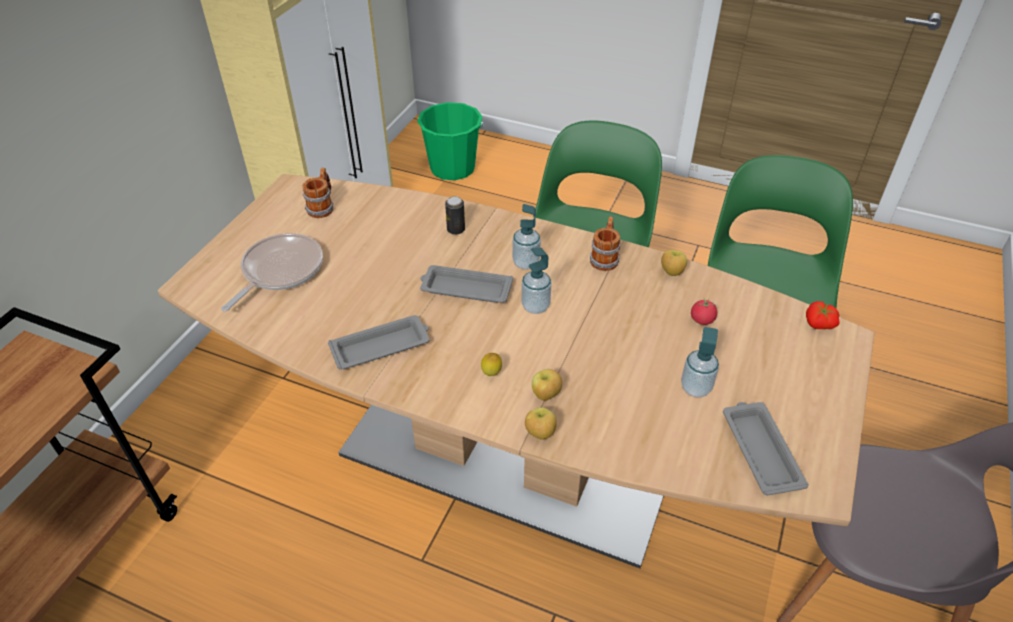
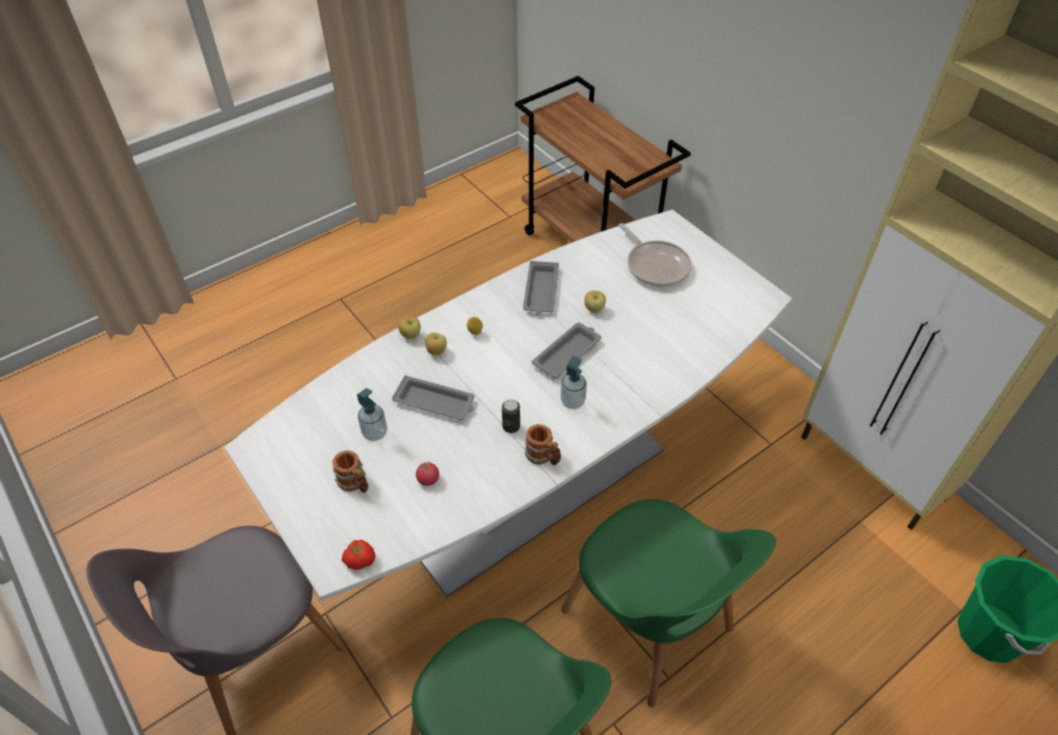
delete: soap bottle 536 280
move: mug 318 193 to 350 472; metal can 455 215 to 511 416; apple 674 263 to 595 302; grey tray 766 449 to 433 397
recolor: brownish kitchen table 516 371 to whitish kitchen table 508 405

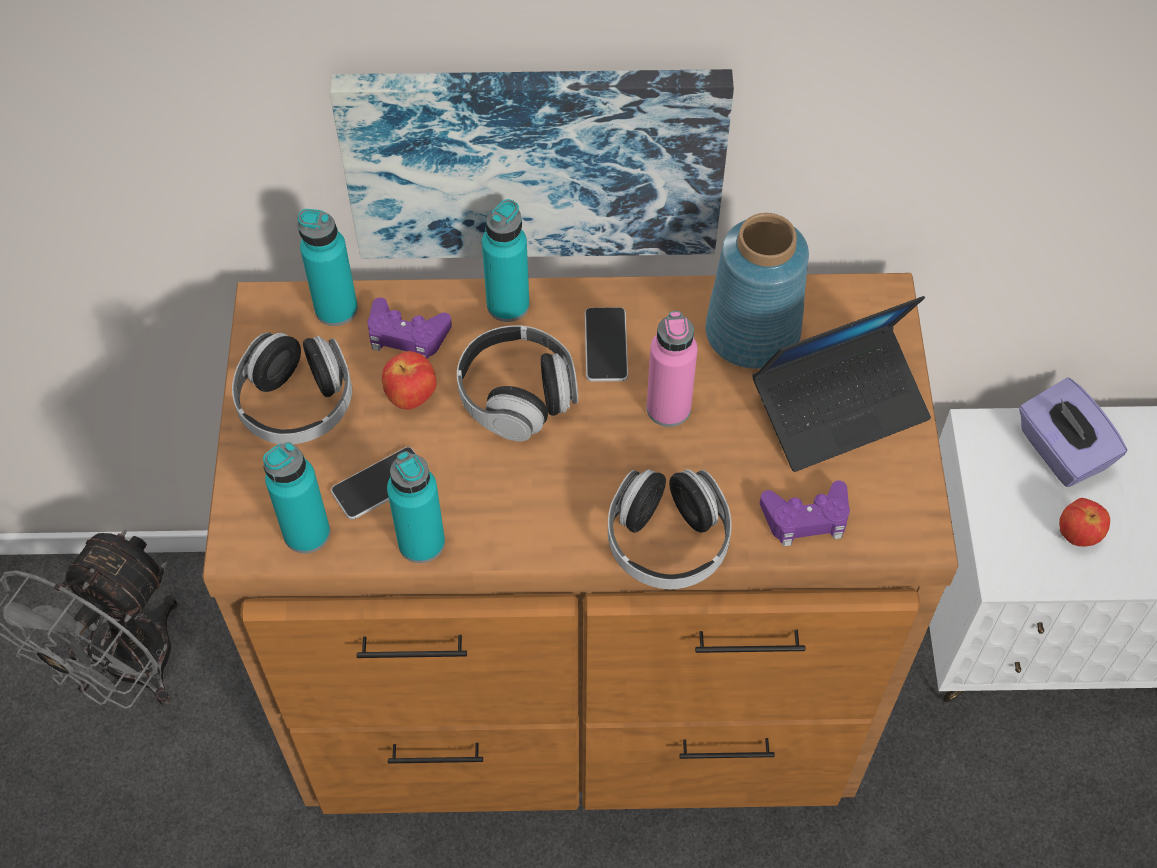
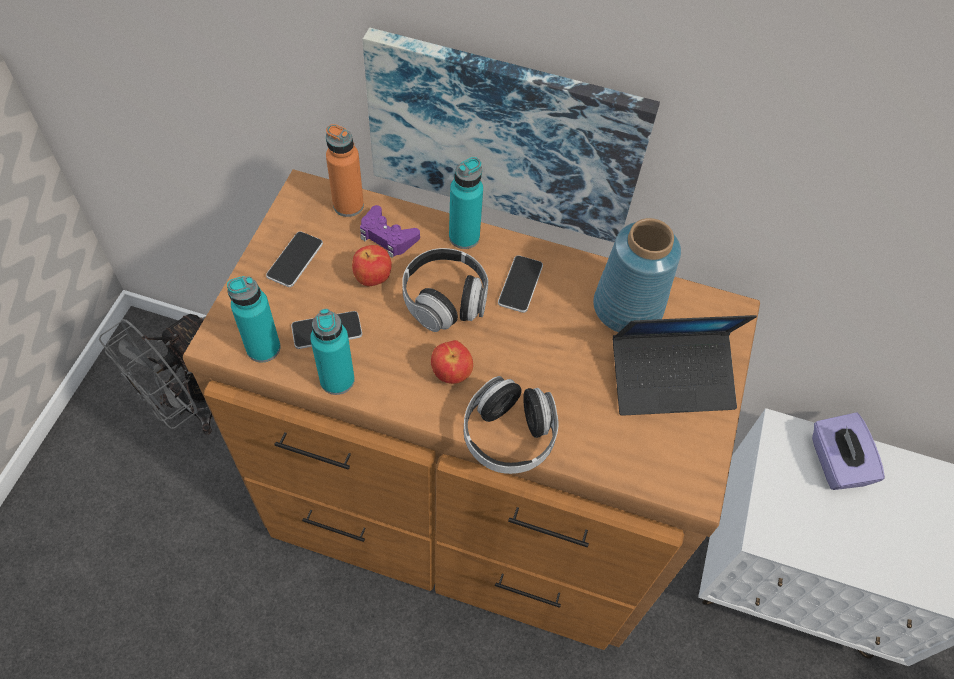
delete: pink beverage bottle 672 369; purple gamepad 805 513
move: apple 1084 522 to 452 362
replace: headphones 292 388 to handset 294 259
recolor: blue-green beverage bottle 328 267 to orangey beverage bottle 345 170

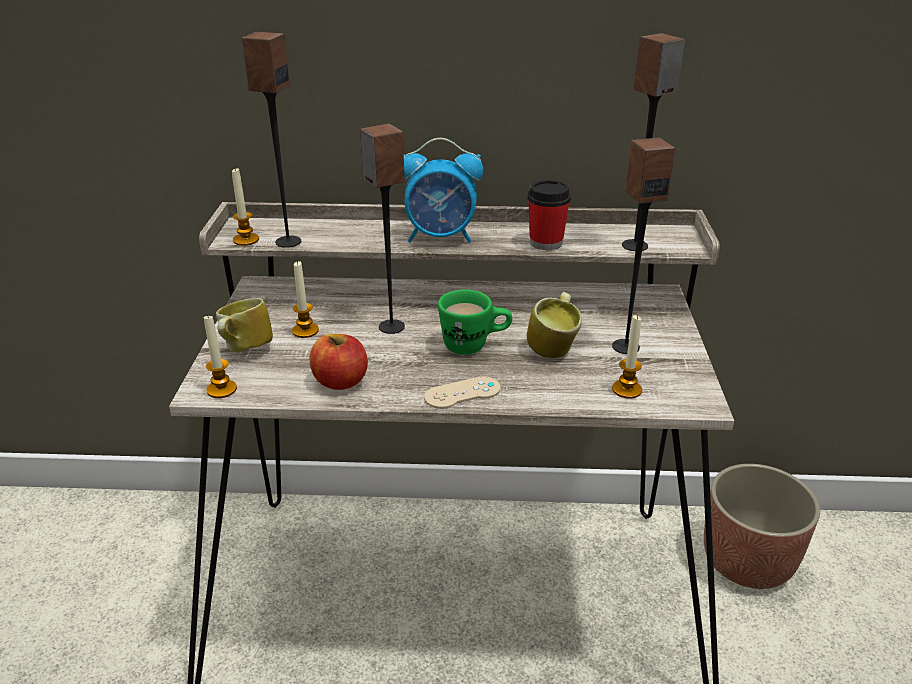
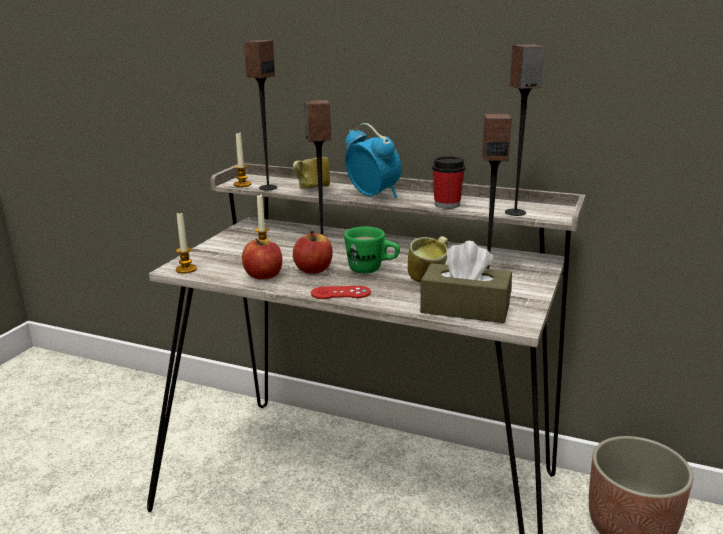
insert: apple 313 252
move: mug 244 325 to 311 173
replace: candle 627 356 to brownish tissue box 466 282
recolor: sand-coloured gamepad 462 393 to red gamepad 341 292
rotate: alarm clock 443 190 = 373 160 150 degrees counterclockwise

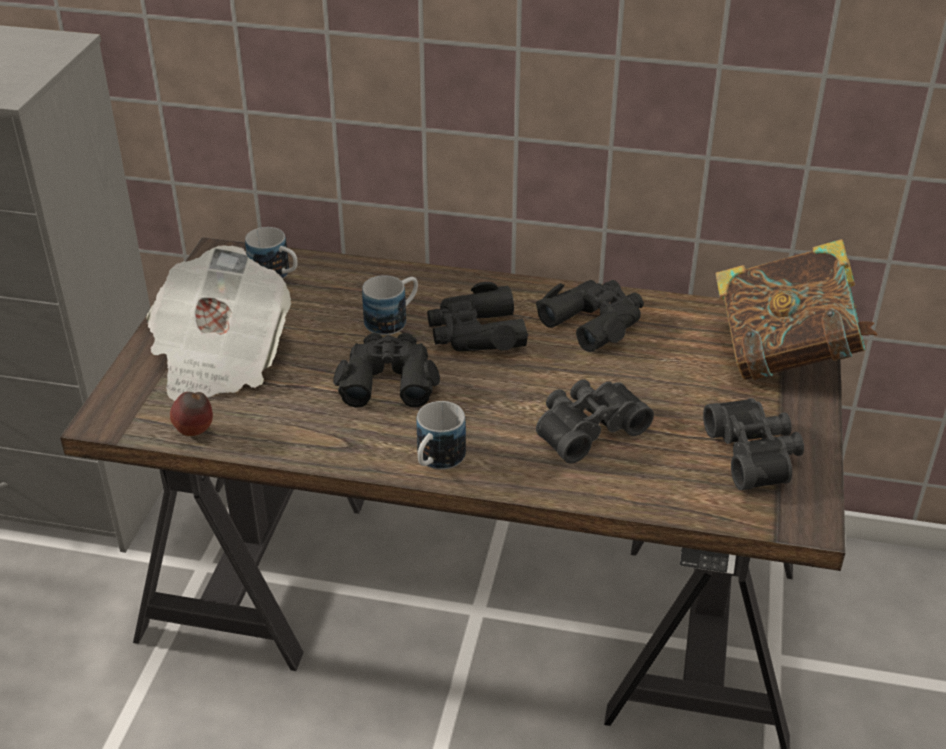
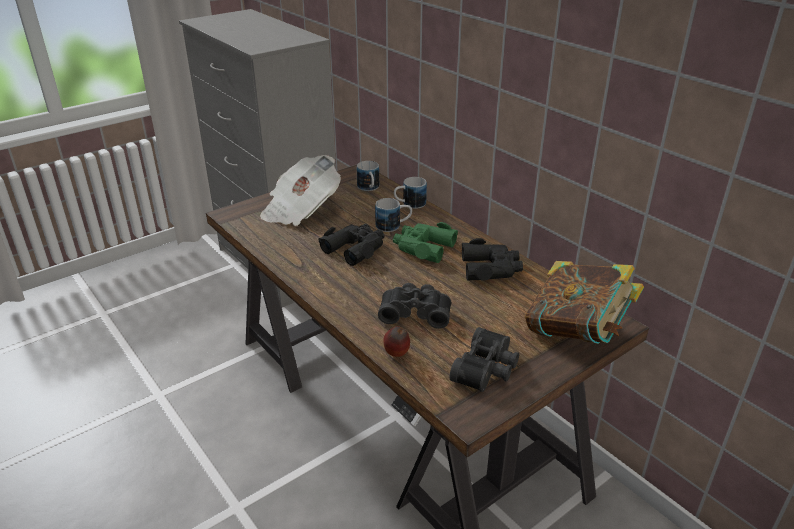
move: apple 191 414 to 396 341; mug 441 435 to 410 193
recolor: blackish binoculars 477 316 to green binoculars 425 242

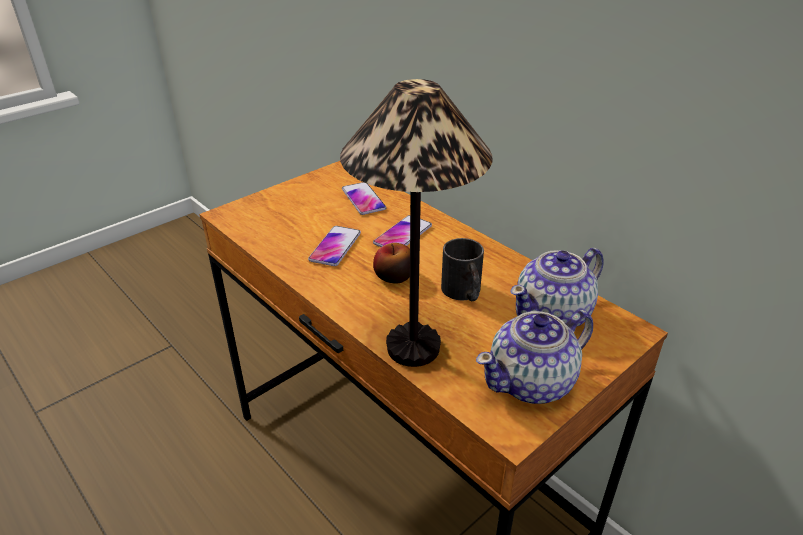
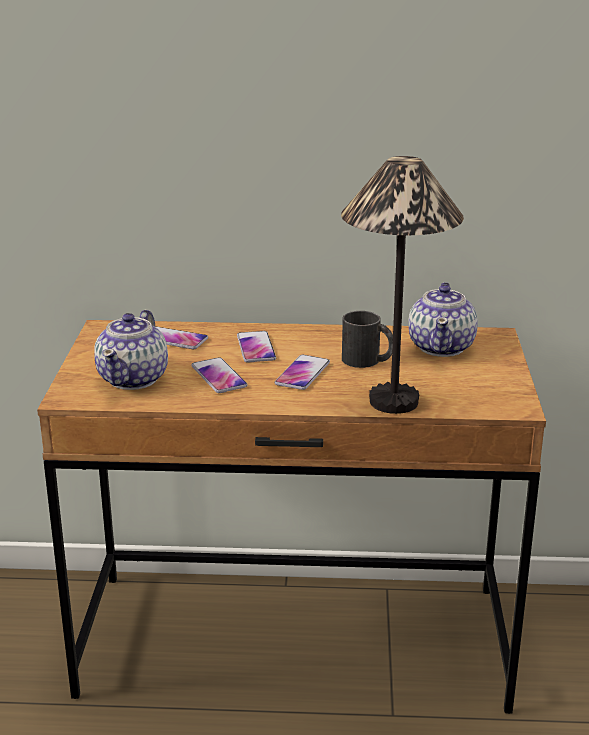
move: tea pot 534 357 to 131 350
replace: apple 391 263 to handset 302 372

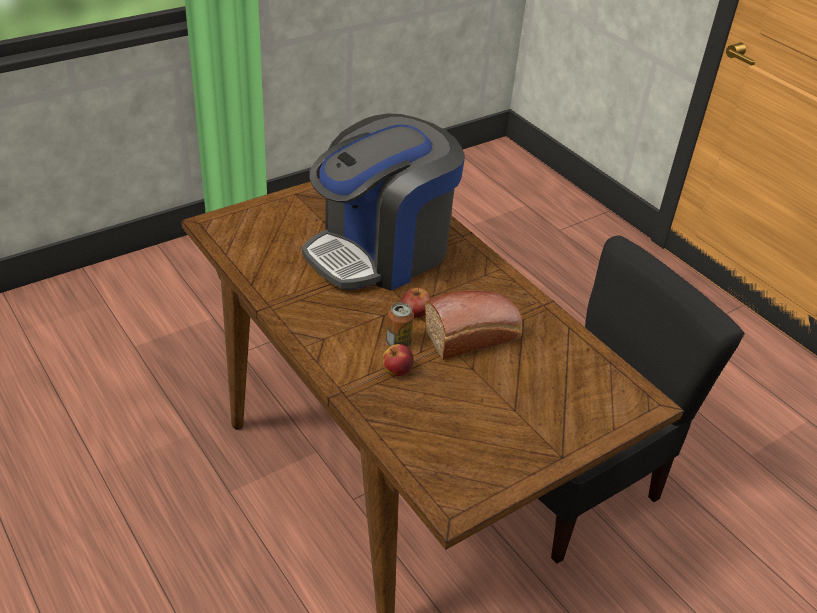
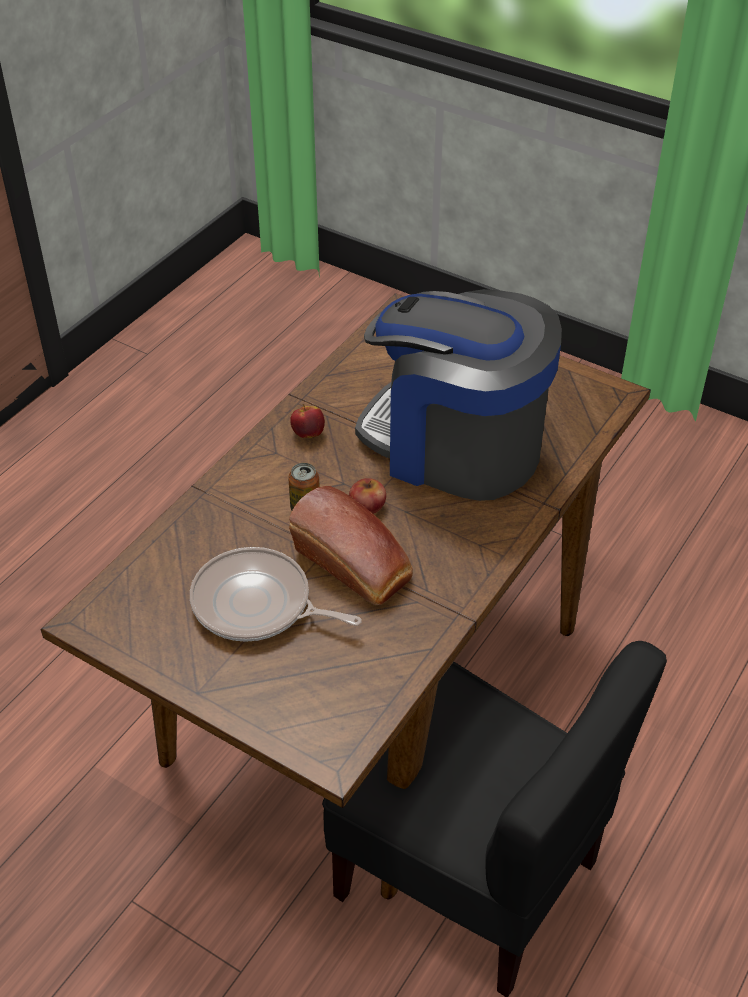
insert: pan 276 594
move: apple 398 360 to 307 421

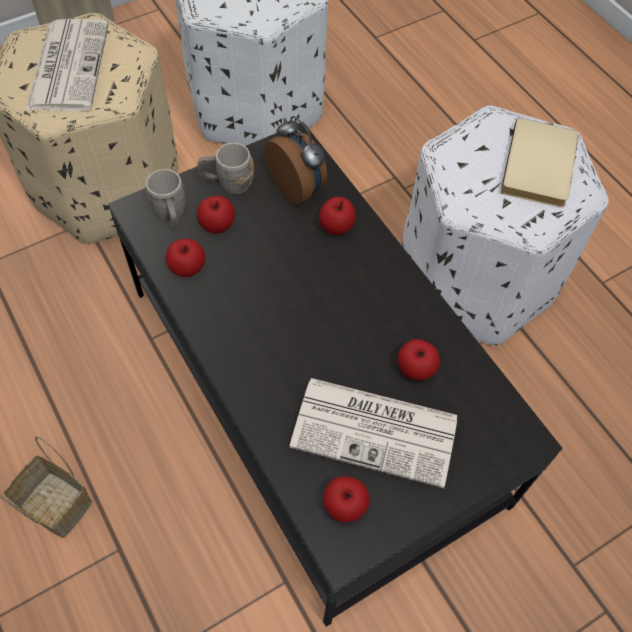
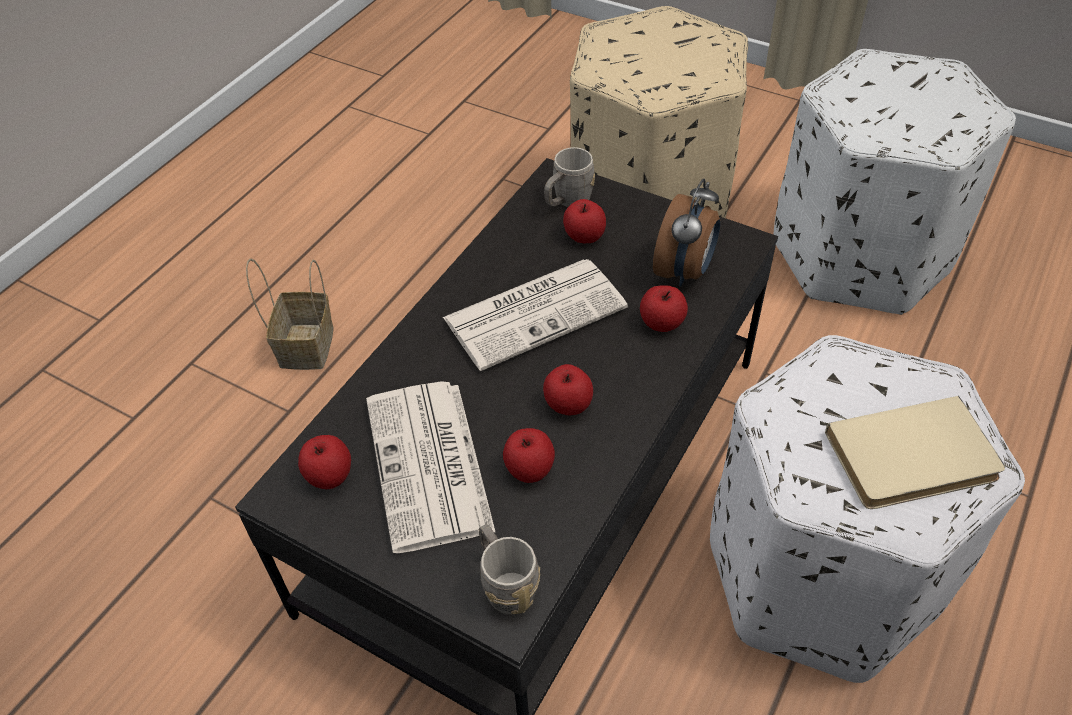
move: daily paper 67 65 to 535 315; grey mug 226 169 to 509 569; apple 185 258 to 568 389

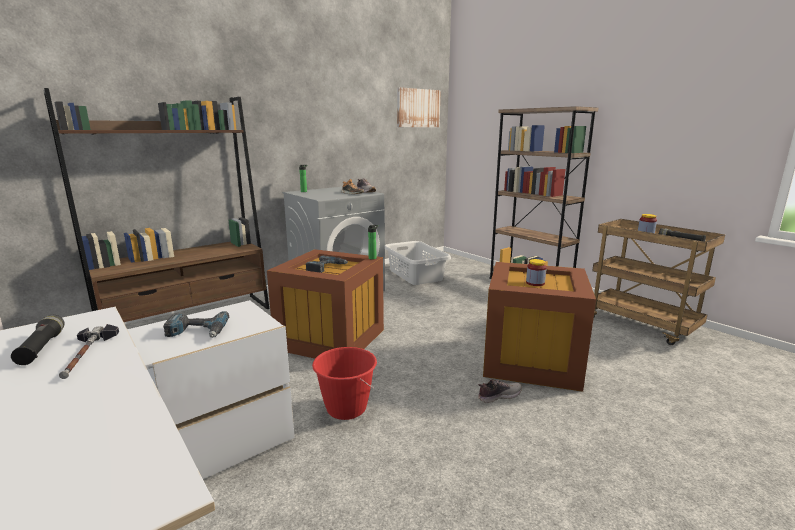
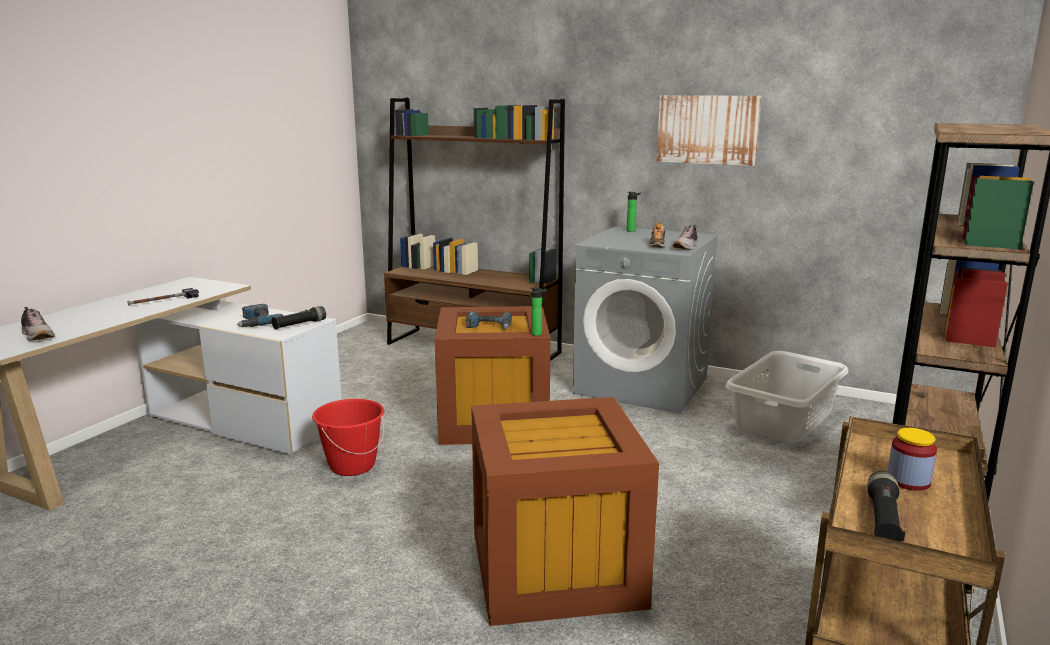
delete: storage jar 536 272
move: wall art 419 107 to 709 130; blackish flashlight 38 340 to 299 317; low shoe 500 391 to 38 324

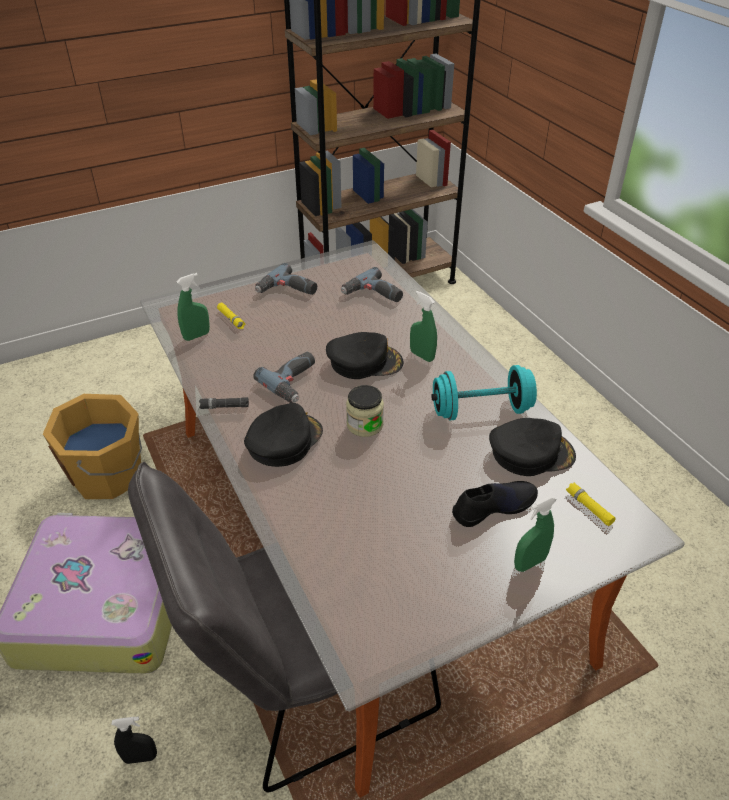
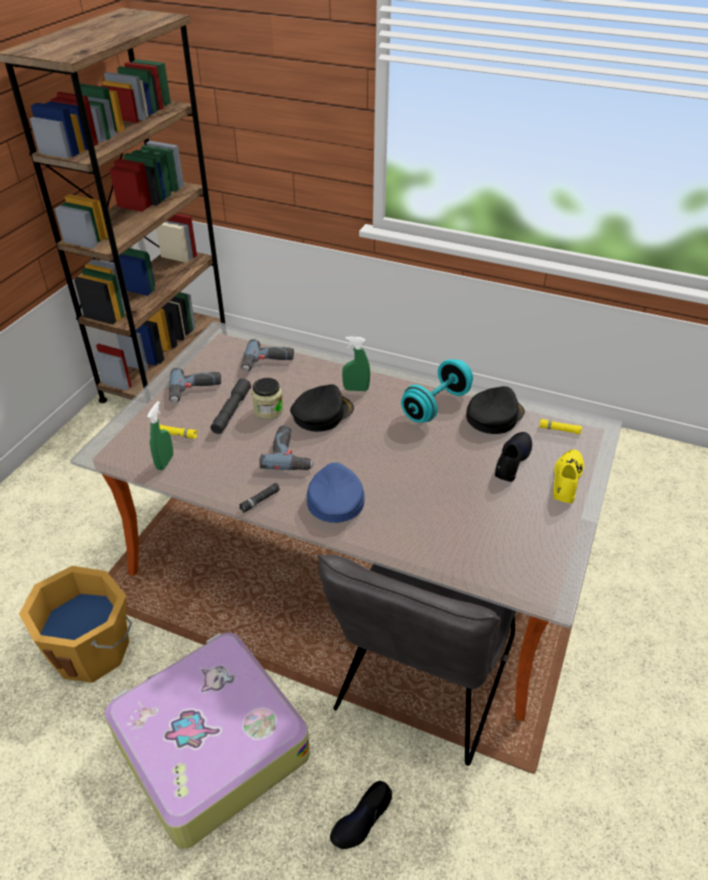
insert: grey flashlight 231 406
move: storage jar 365 411 to 267 398
replace: green spray bottle 535 534 to yellowish low shoe 568 476; blackish spray bottle 134 740 to blackish low shoe 361 815
recolor: blackish cap 283 435 to blue cap 336 493

